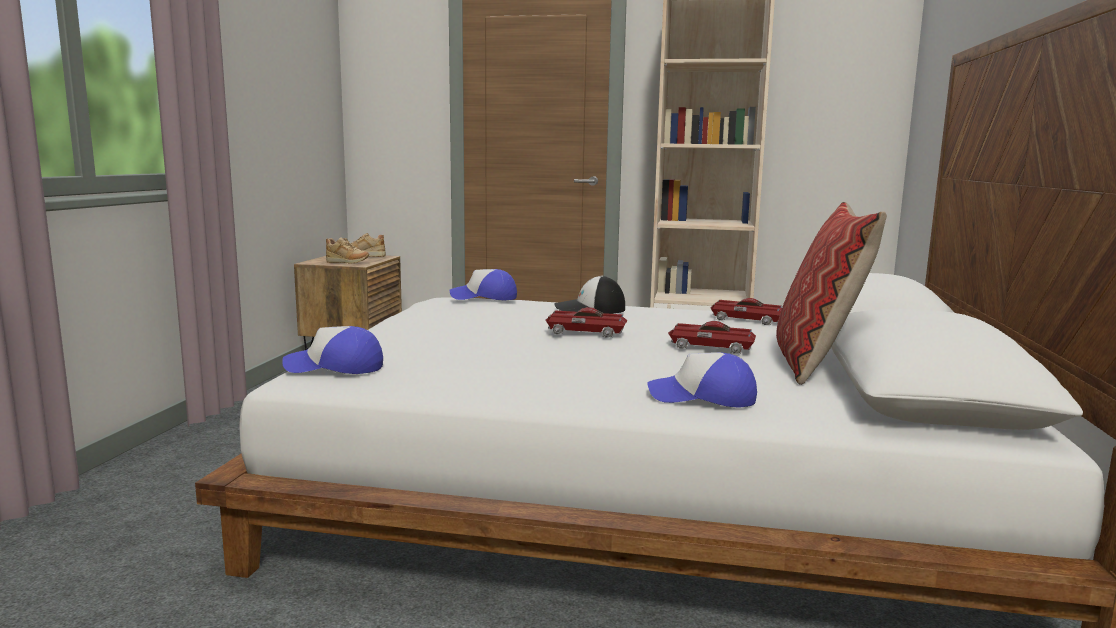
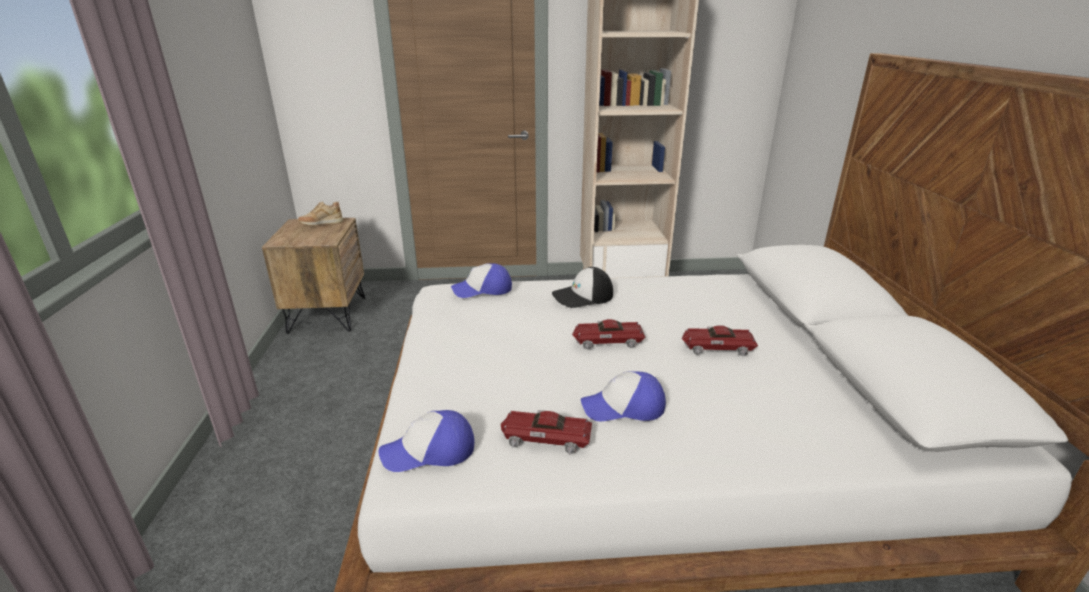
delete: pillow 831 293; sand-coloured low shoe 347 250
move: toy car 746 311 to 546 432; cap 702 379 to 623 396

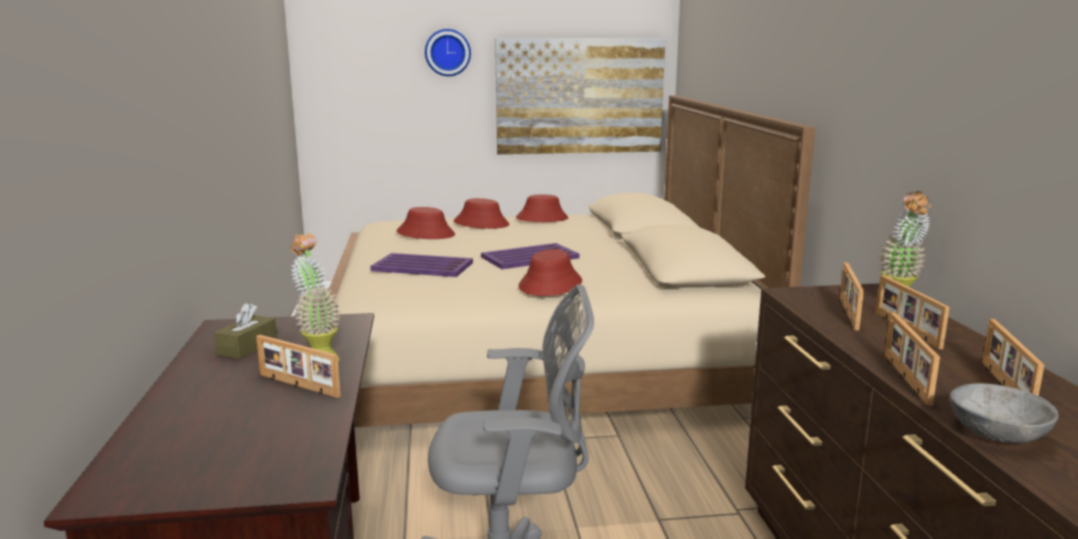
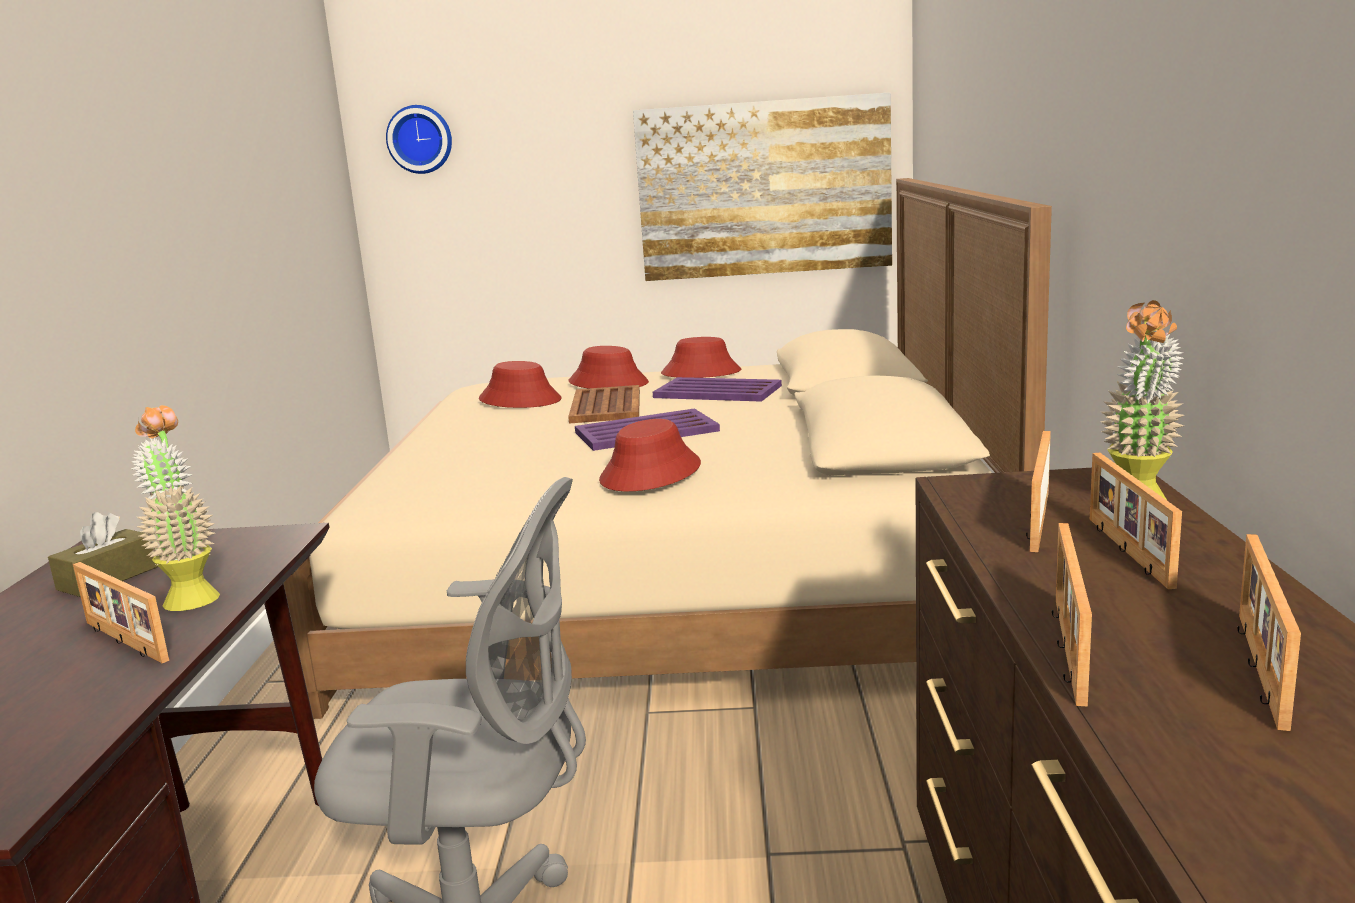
delete: grey serving bowl 1004 413
insert: brownish tray 604 404
move: hanging clock 448 52 to 419 139; purple tray 421 265 to 717 389

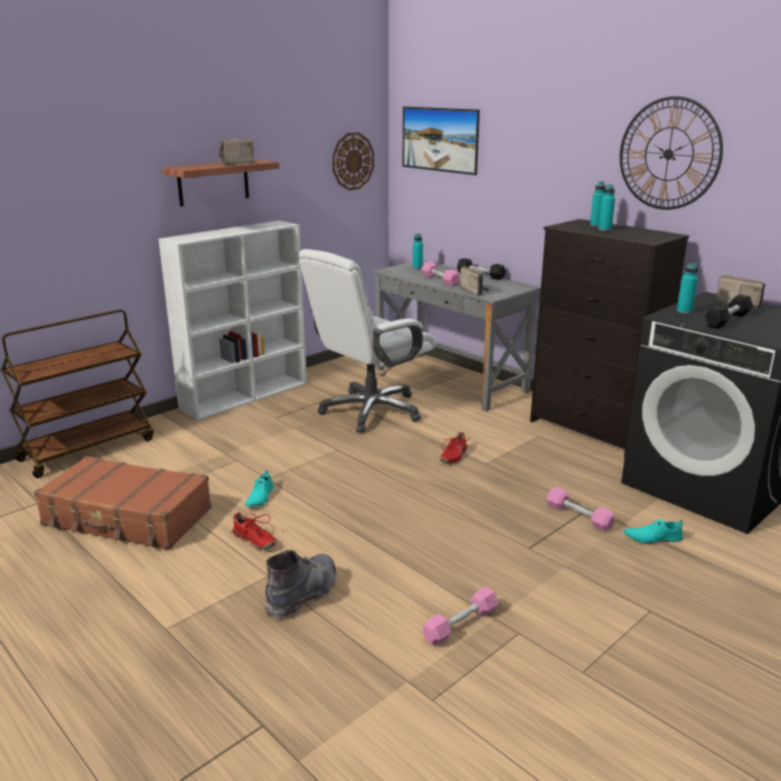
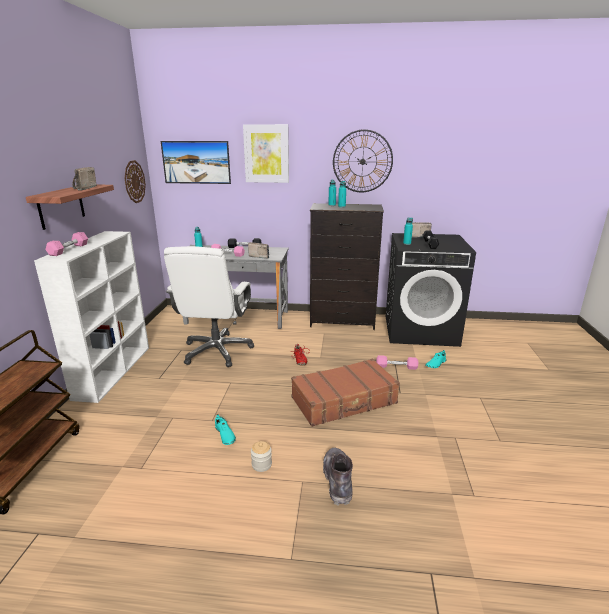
insert: wall art 266 153
move: brownish suitcase 122 503 to 345 393; pink free weight 460 616 to 67 244
replace: red low shoe 253 530 to storage jar 261 456

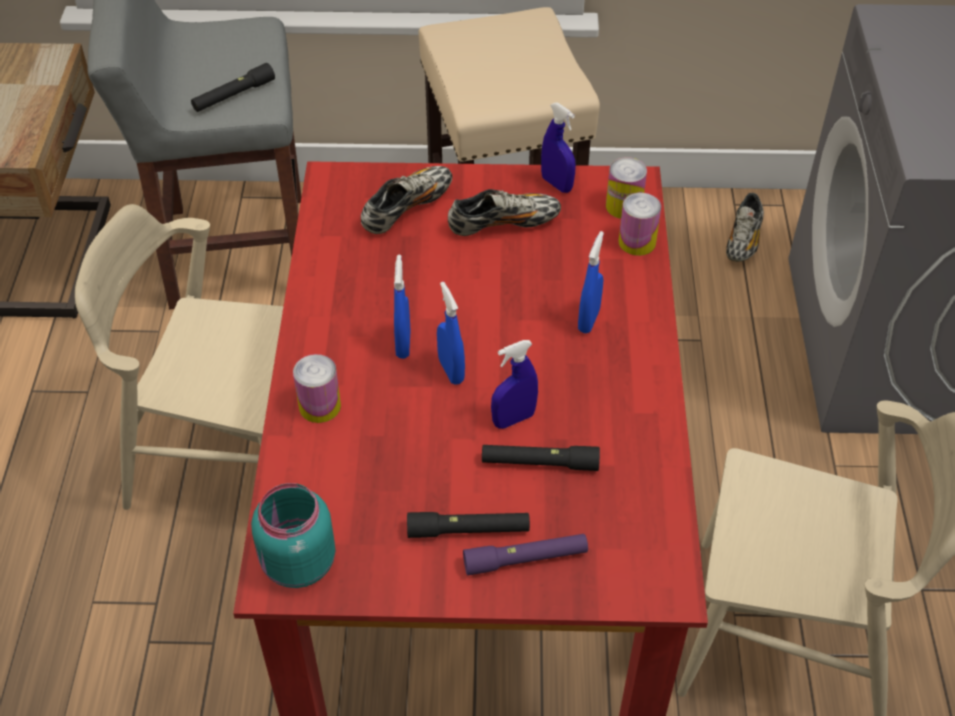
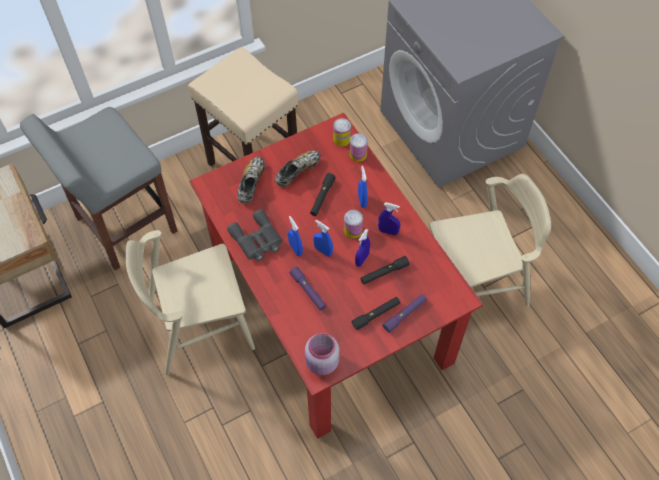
delete: low shoe 745 227
insert: grey binoculars 254 235; purple flashlight 308 289
move: blackish flashlight 233 87 to 323 194; blue spray bottle 558 147 to 389 219; metal can 317 388 to 353 224
recolor: blue-green storage jar 293 535 to pink storage jar 322 354

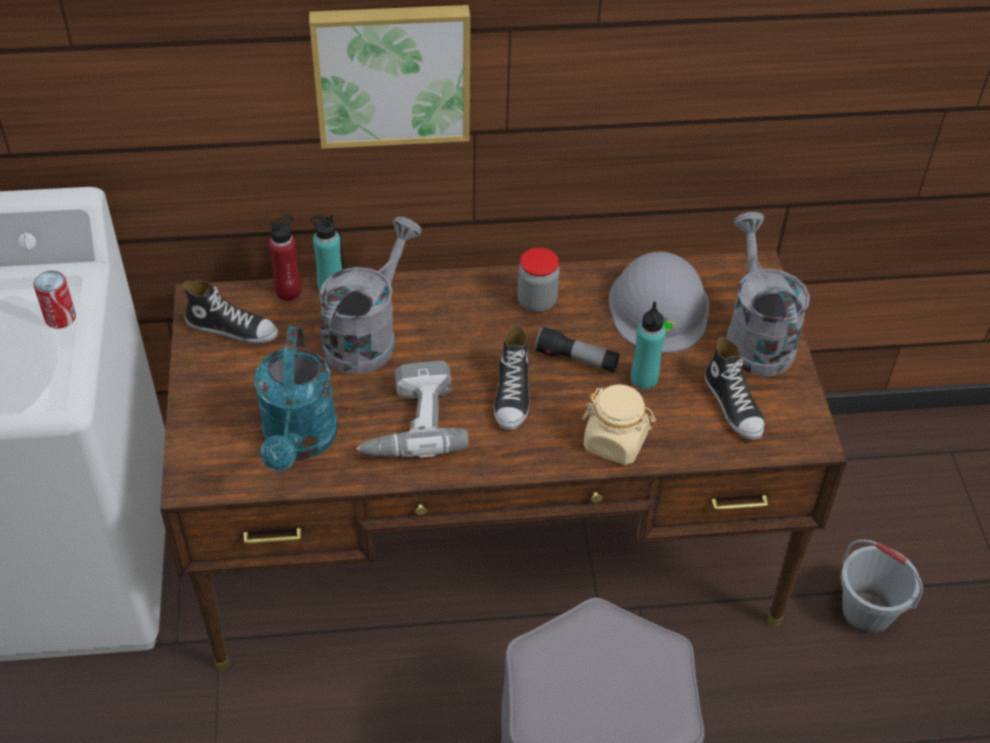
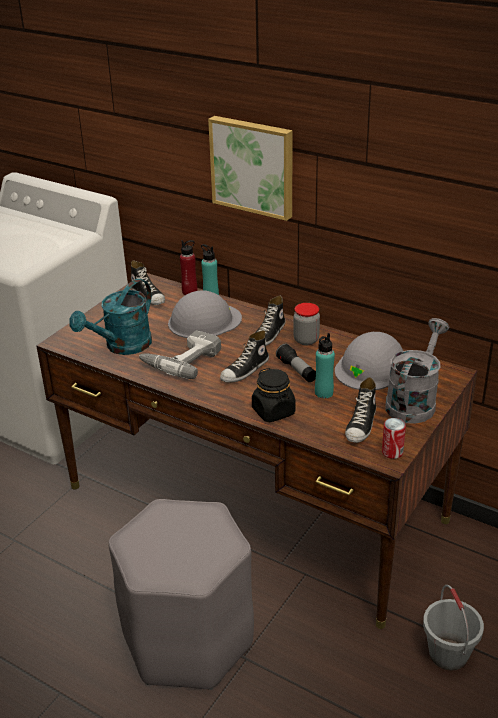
insert: low shoe 270 321
move: metal can 54 299 to 394 438
replace: grey watering pot 370 295 to grey work helmet 205 314
recolor: sand-coloured storage jar 619 425 to blackish storage jar 274 395

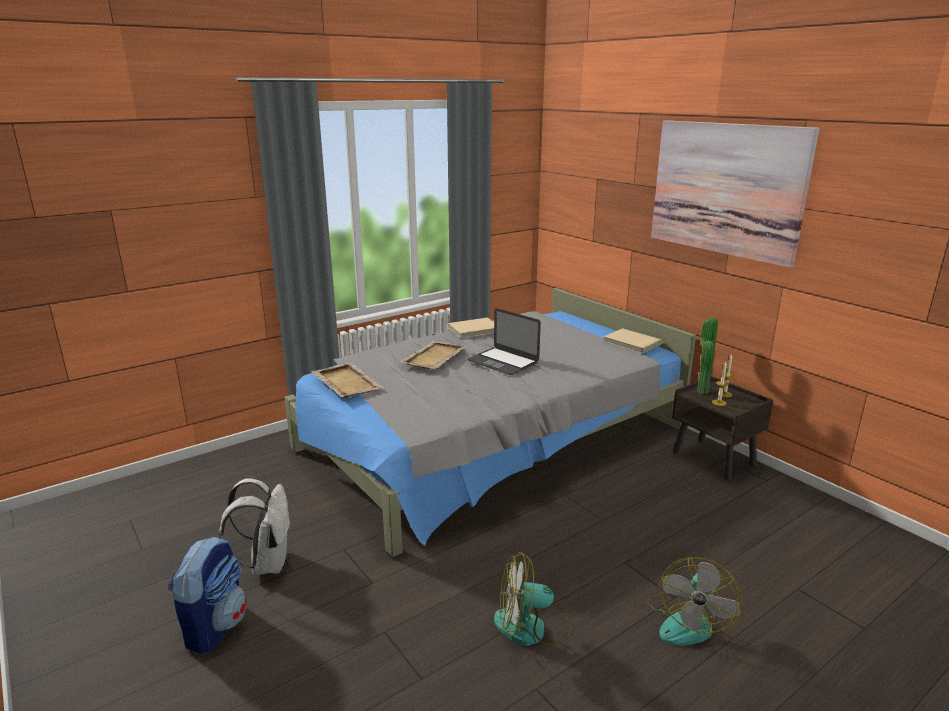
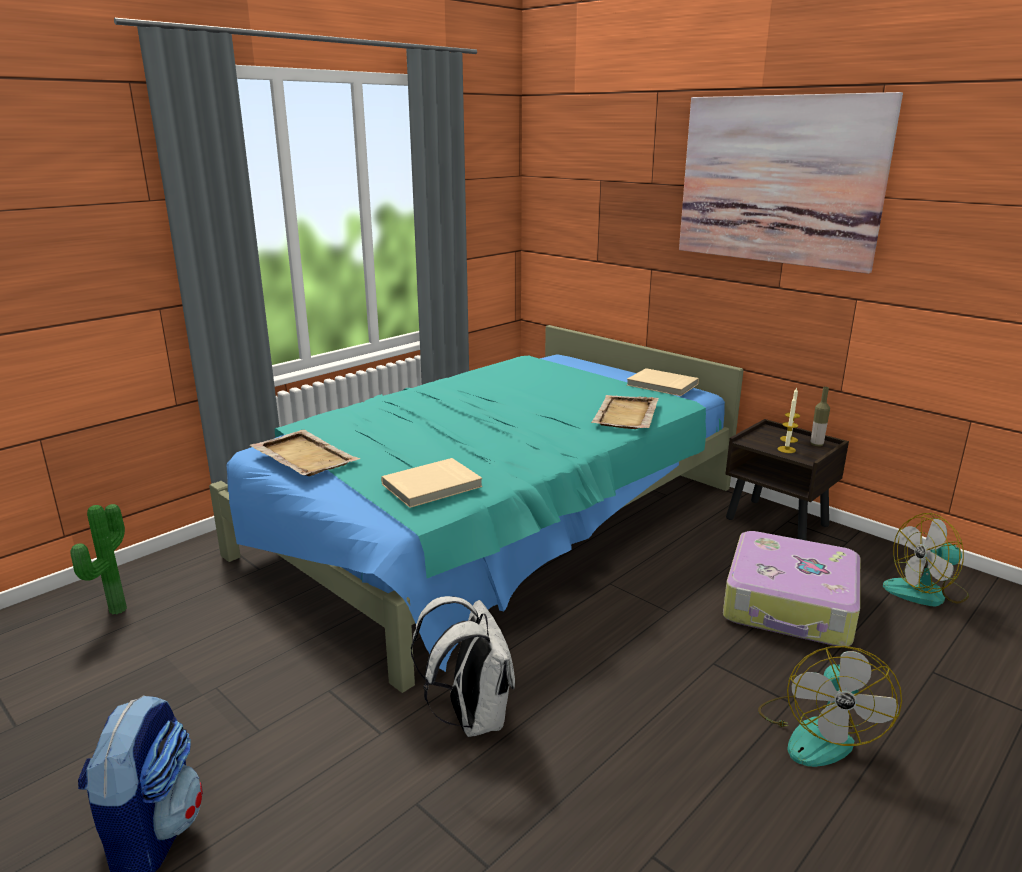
delete: notebook computer 504 341
insert: beverage bottle 820 416; suitcase 791 588
move: sand-coloured book 471 327 to 431 483; plant in a pot 707 355 to 98 559; sand-coloured tray 433 355 to 625 412; whitish knapsack 255 526 to 463 666; cooling fan 533 599 to 926 559
recolor: grey sleeping bed 490 422 to blue-green sleeping bed 476 509

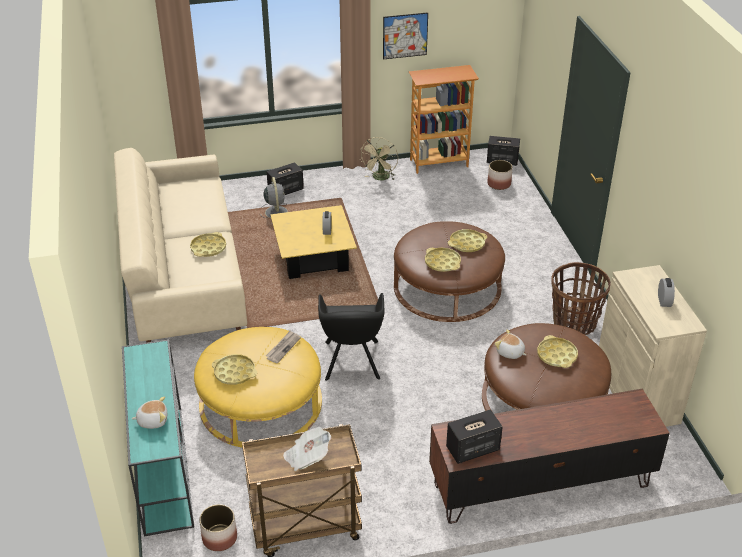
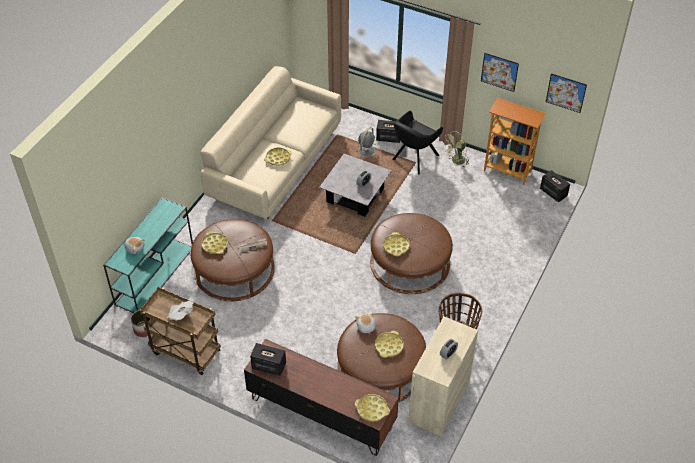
delete: plant pot 500 175
insert: wall art 566 93
move: yellowish tray 467 240 to 372 408; blackish easy chair 351 337 to 417 143
recolor: yellowish low table 313 242 to grey low table 355 185; yellowish ottoman 258 387 to brownish ottoman 233 260

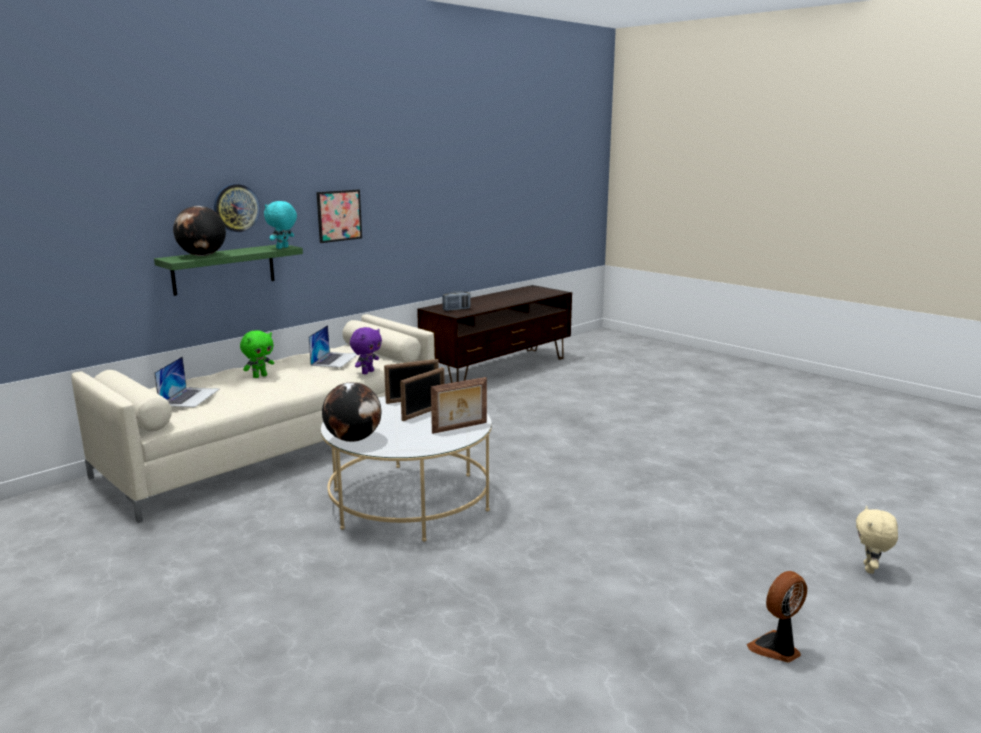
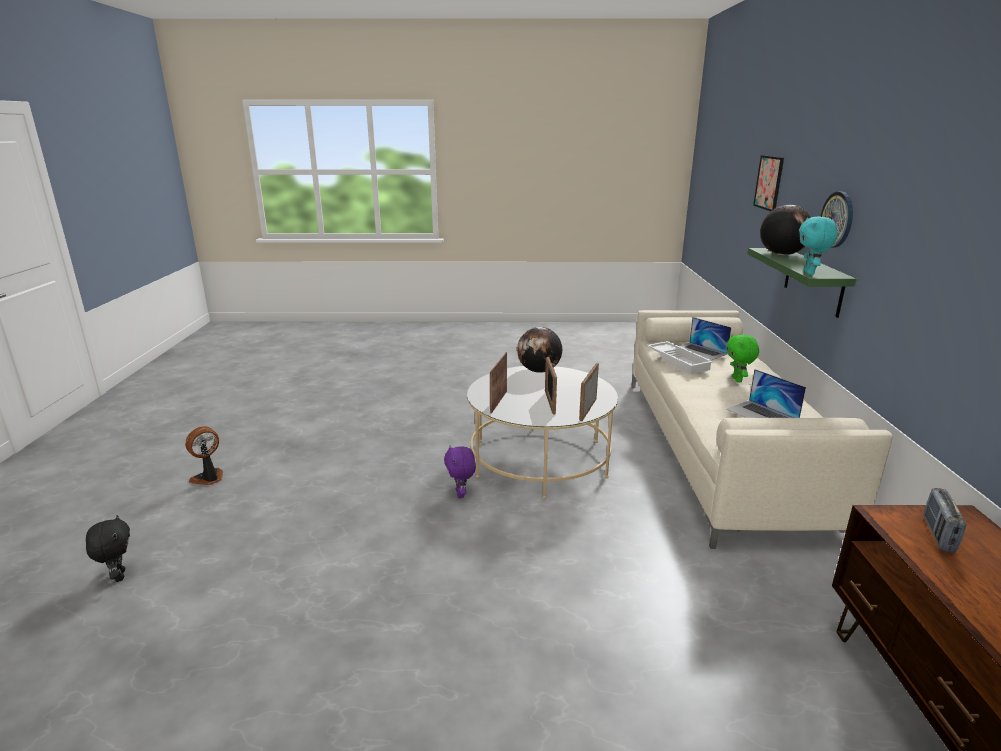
insert: whitish tray 680 357
move: wall art 339 216 to 768 183; purple soft toy 366 350 to 460 472
recolor: sand-coloured soft toy 877 540 to blackish soft toy 108 548
rotate: blue-green soft toy 280 225 = 818 246 150 degrees counterclockwise; cooling fan 777 617 = 204 455 150 degrees counterclockwise

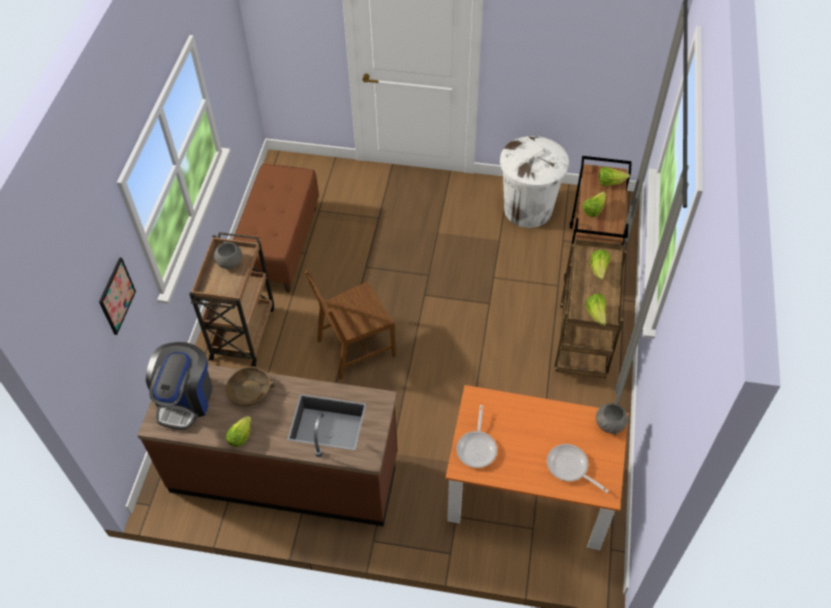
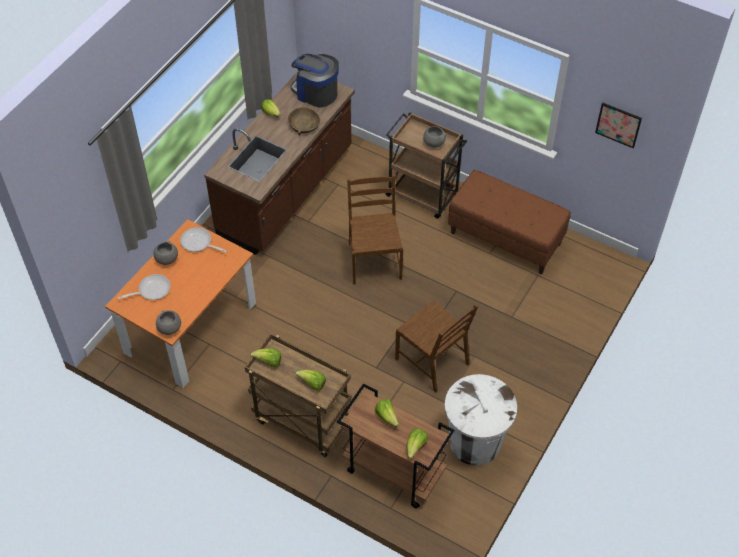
insert: grey serving bowl 165 253; brownish upright chair 436 346
move: wall art 117 296 to 618 125

